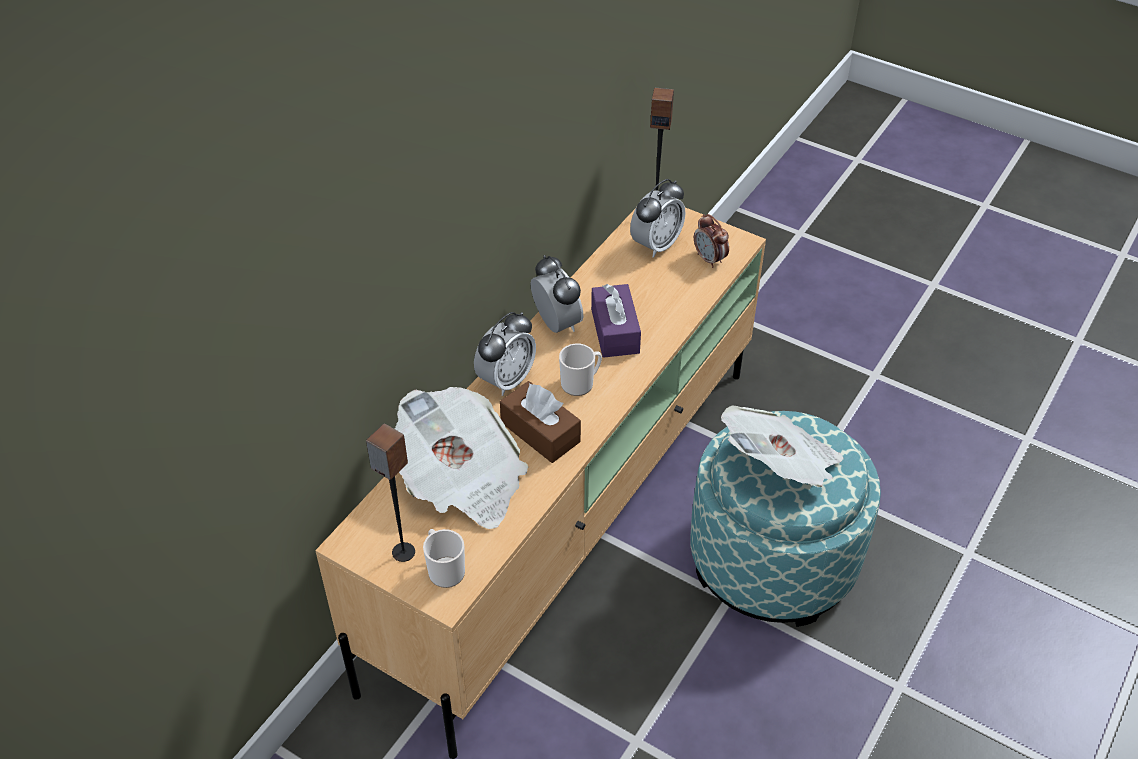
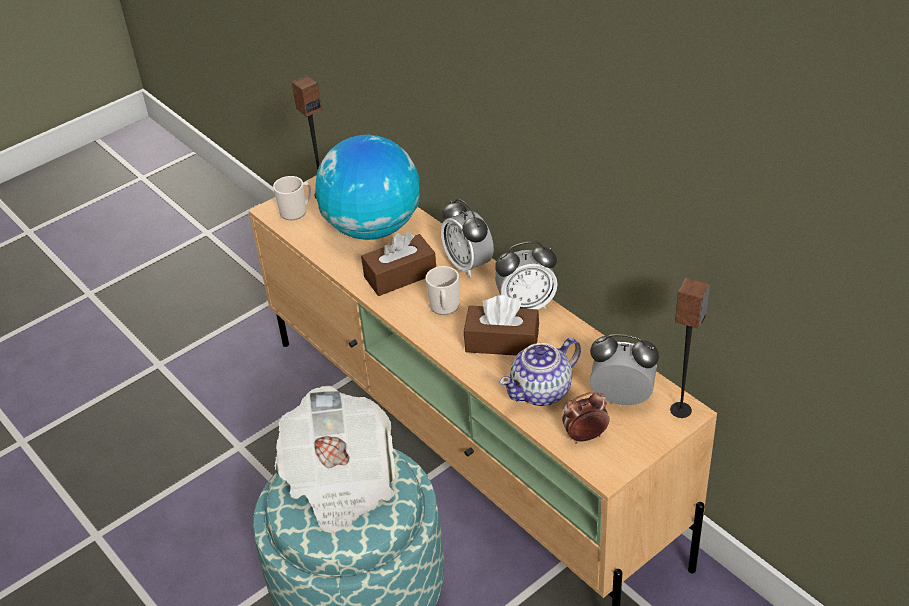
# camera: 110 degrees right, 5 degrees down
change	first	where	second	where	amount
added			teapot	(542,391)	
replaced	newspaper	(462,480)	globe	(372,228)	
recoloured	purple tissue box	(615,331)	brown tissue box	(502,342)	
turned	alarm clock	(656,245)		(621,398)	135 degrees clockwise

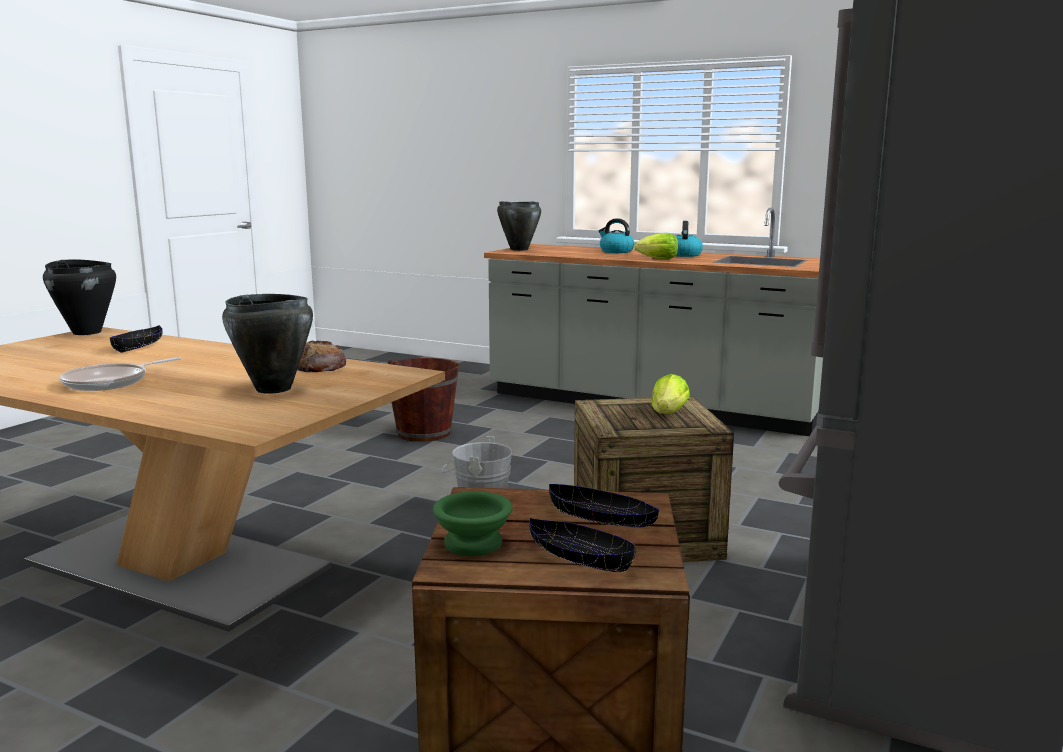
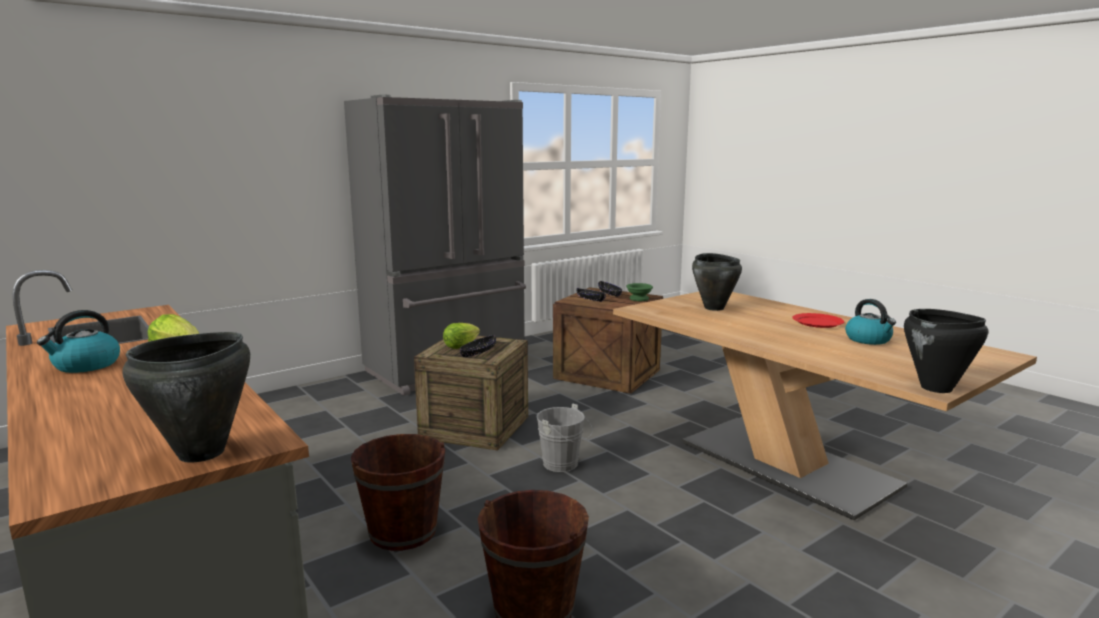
# camera: 155 degrees left, 0 degrees up
change	first	where	second	where	amount
removed	bread	(319,366)			
added			brown bucket	(403,531)	
moved	black bowl	(139,346)		(478,352)	
moved	kettle	(615,251)		(869,340)	
replaced	frying pan	(111,382)	red plate	(817,322)	

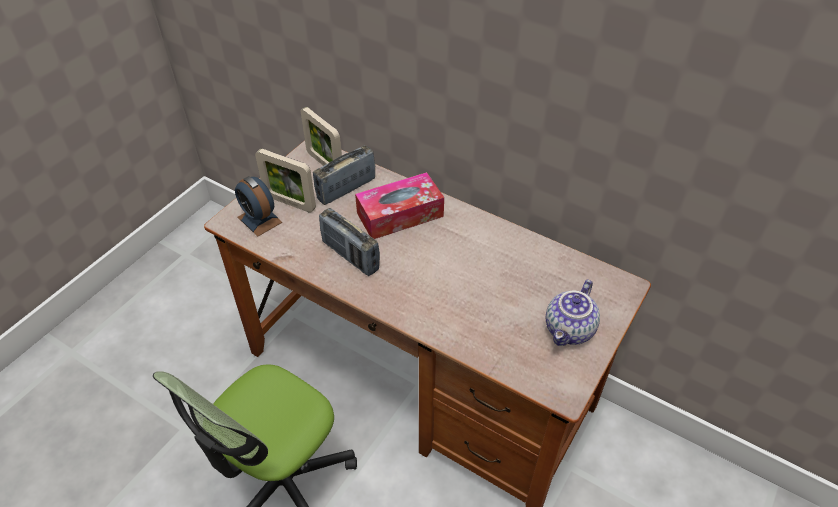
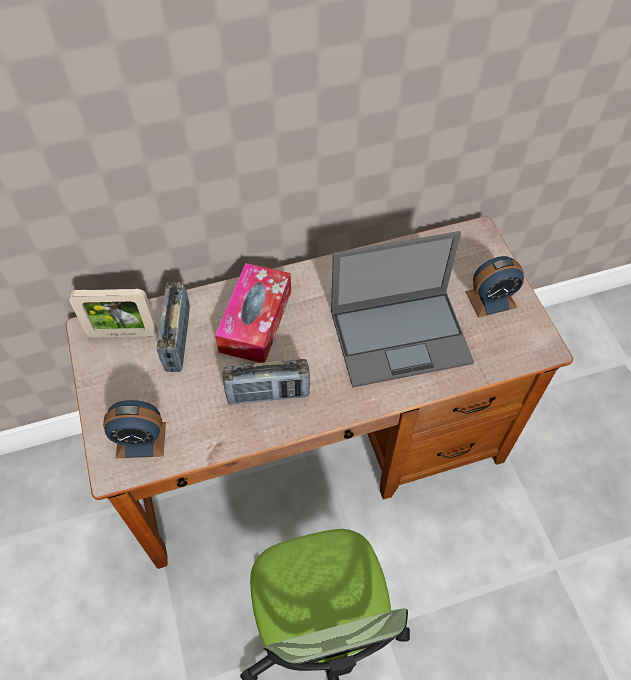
# camera: 50 degrees left, 10 degrees up
change	first	where	second	where	amount
removed	picture frame	(290,203)			
added			laptop	(401,336)	
replaced	teapot	(570,330)	alarm clock	(491,299)	

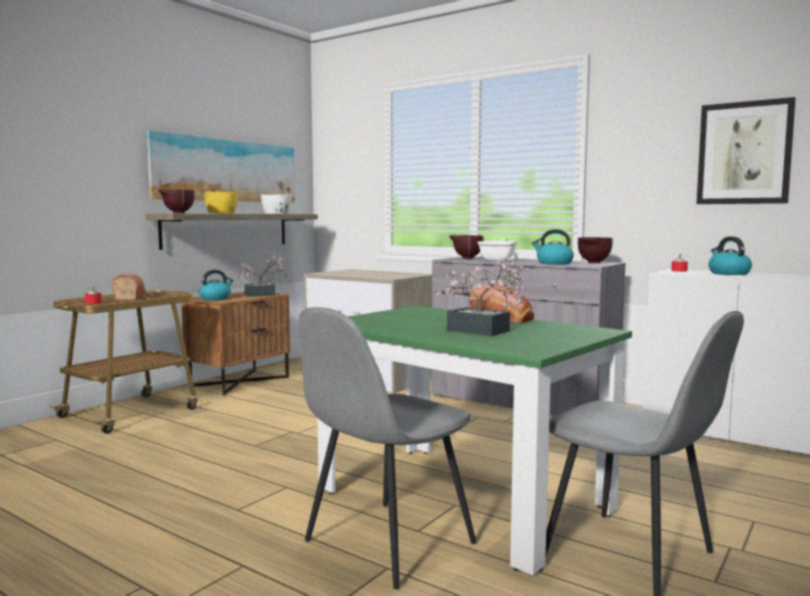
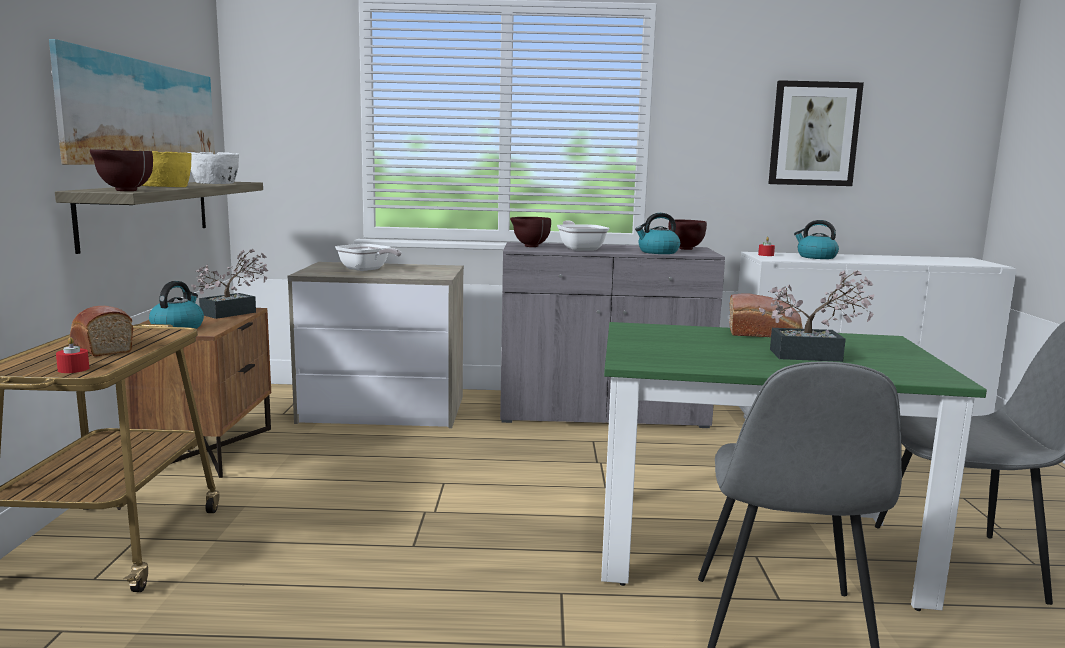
# camera: 35 degrees left, 5 degrees up
change	first	where	second	where	amount
added			frying pan	(367,270)	

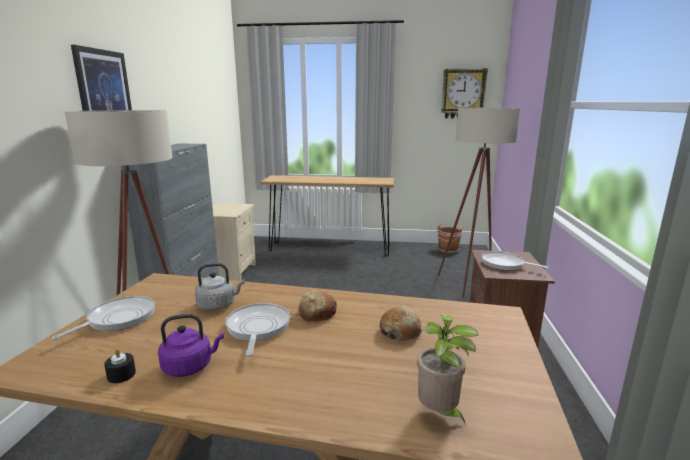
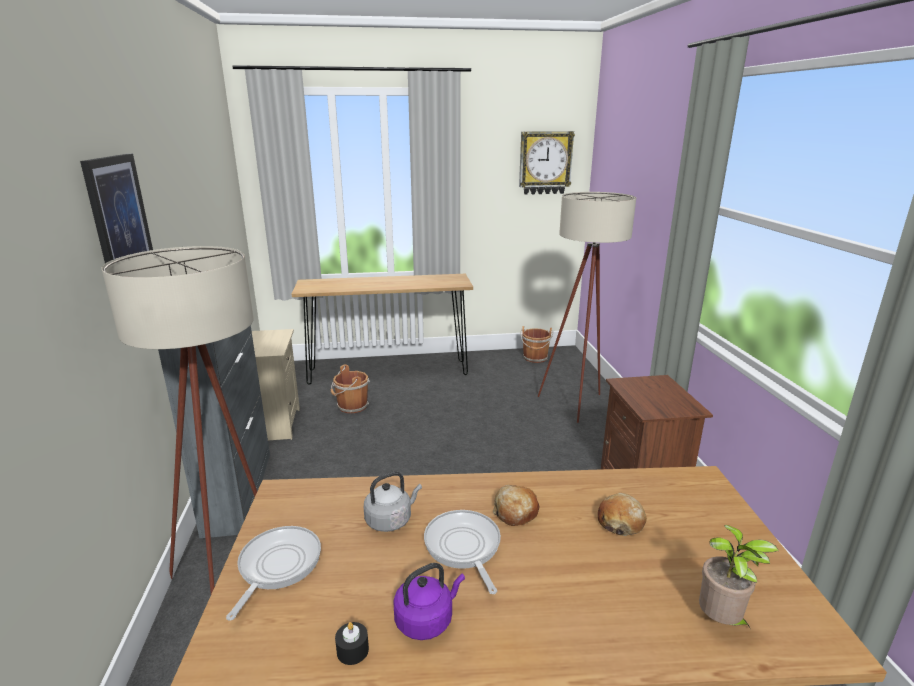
# camera: 15 degrees left, 5 degrees up
change	first	where	second	where	amount
removed	frying pan	(505,264)			
added			brown bucket	(351,407)	

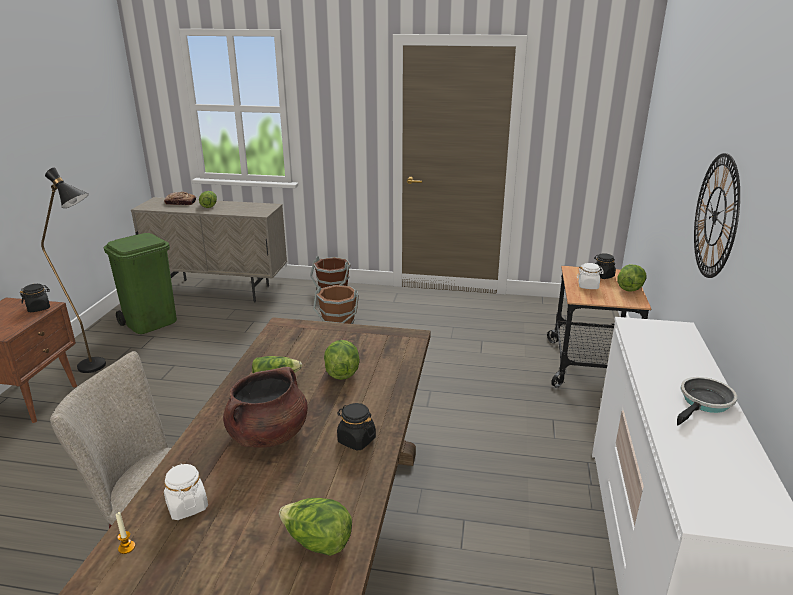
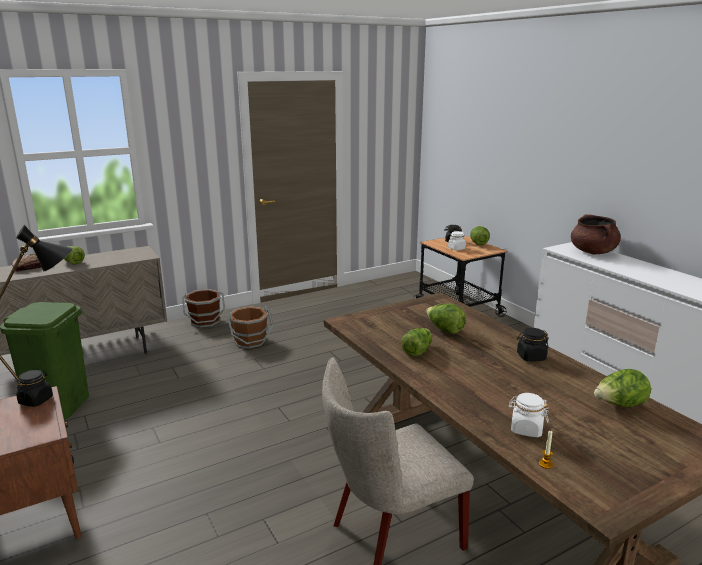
# camera: 40 degrees left, 5 degrees down
change	first	where	second	where	amount
removed	frying pan	(704,403)			
removed	wall clock	(715,216)			
moved	brown cooking pot	(268,435)		(593,252)	

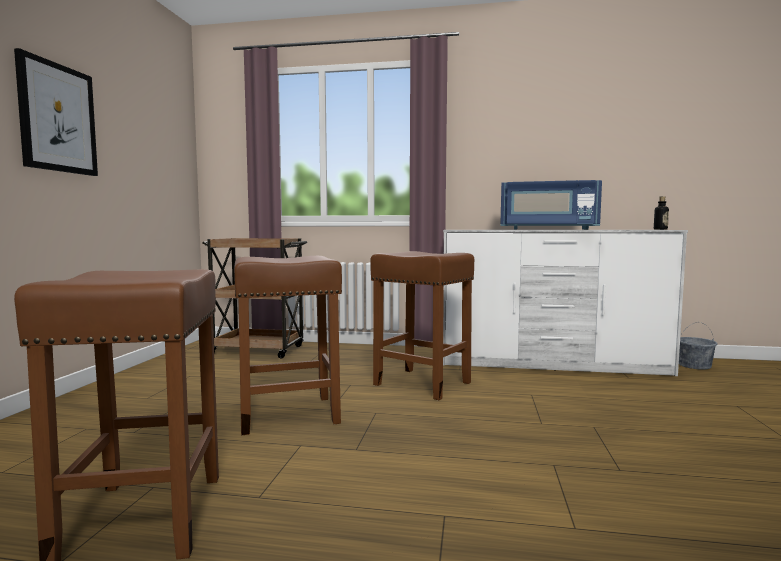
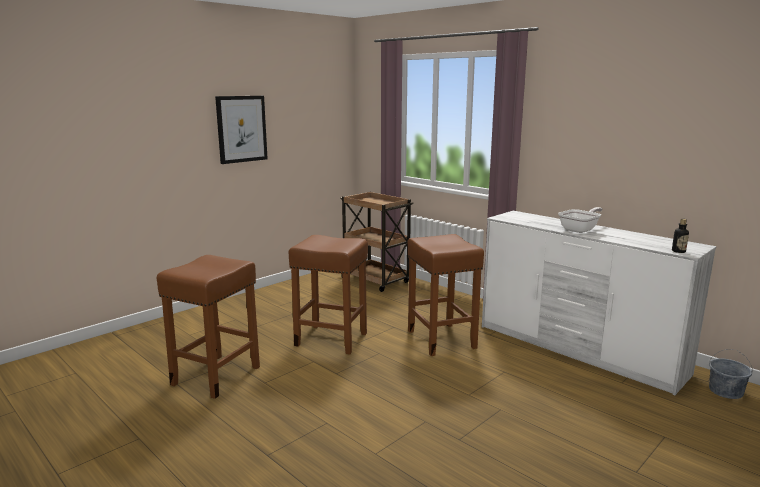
# camera: 35 degrees right, 10 degrees up
change	first	where	second	where	amount
replaced	blue microwave	(547,229)	frying pan	(580,229)	

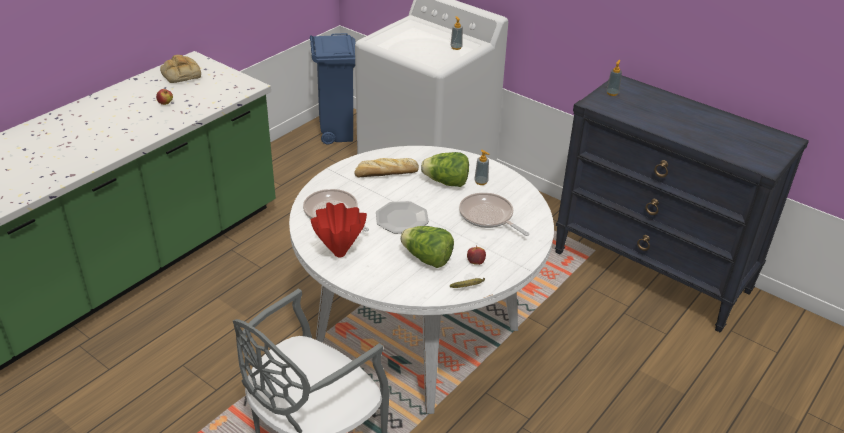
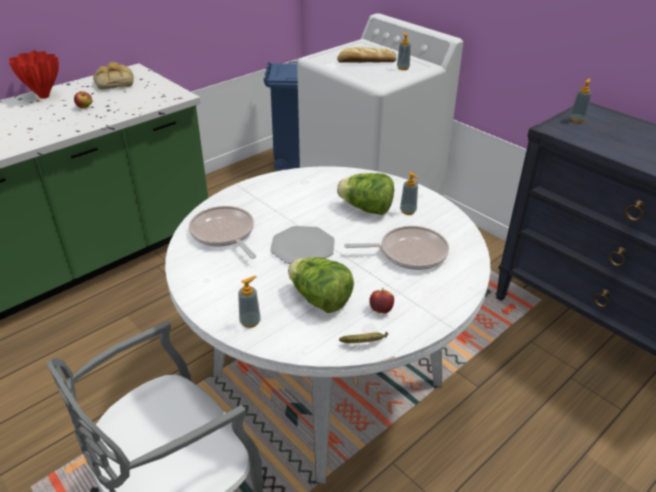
# camera: 10 degrees right, 0 degrees up
change	first	where	second	where	amount
added			soap dispenser	(250,321)	
moved	red vase	(338,254)		(43,96)	
moved	bread	(385,173)		(365,62)	
turned	frying pan	(488,217)		(408,252)	120 degrees clockwise

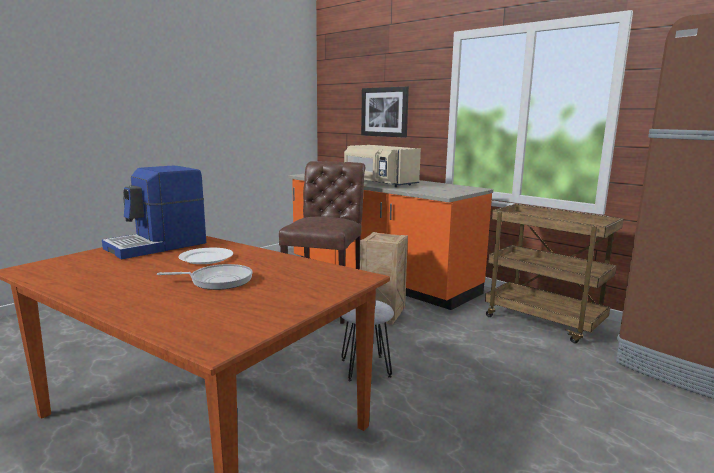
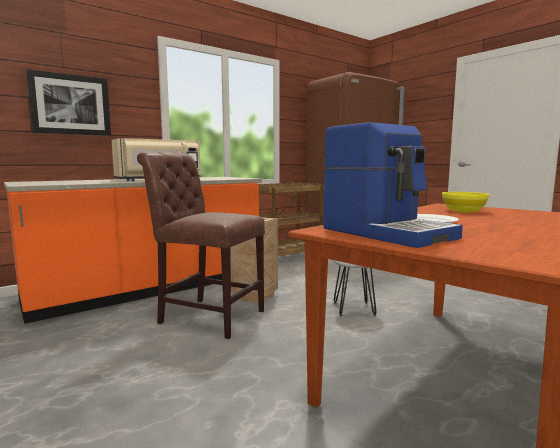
# camera: 80 degrees left, 5 degrees down
change	first	where	second	where	amount
removed	frying pan	(217,281)			
added			yellow bowl	(463,211)	

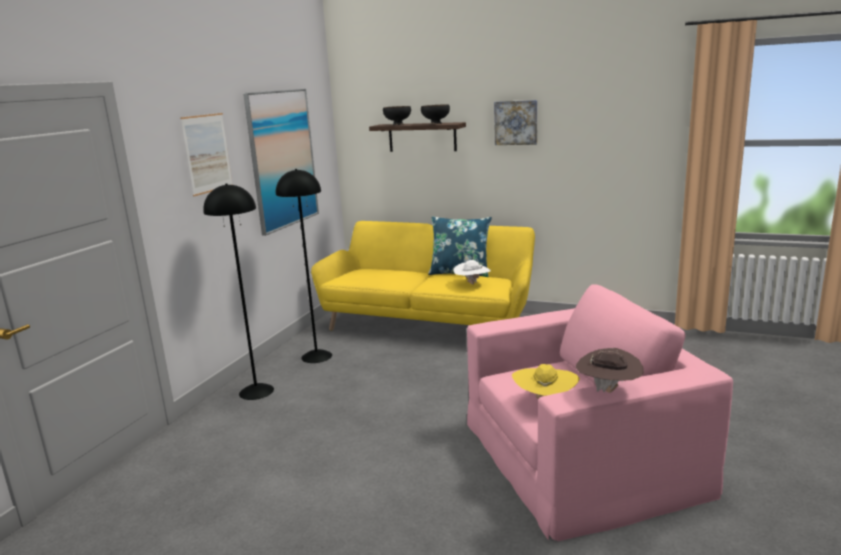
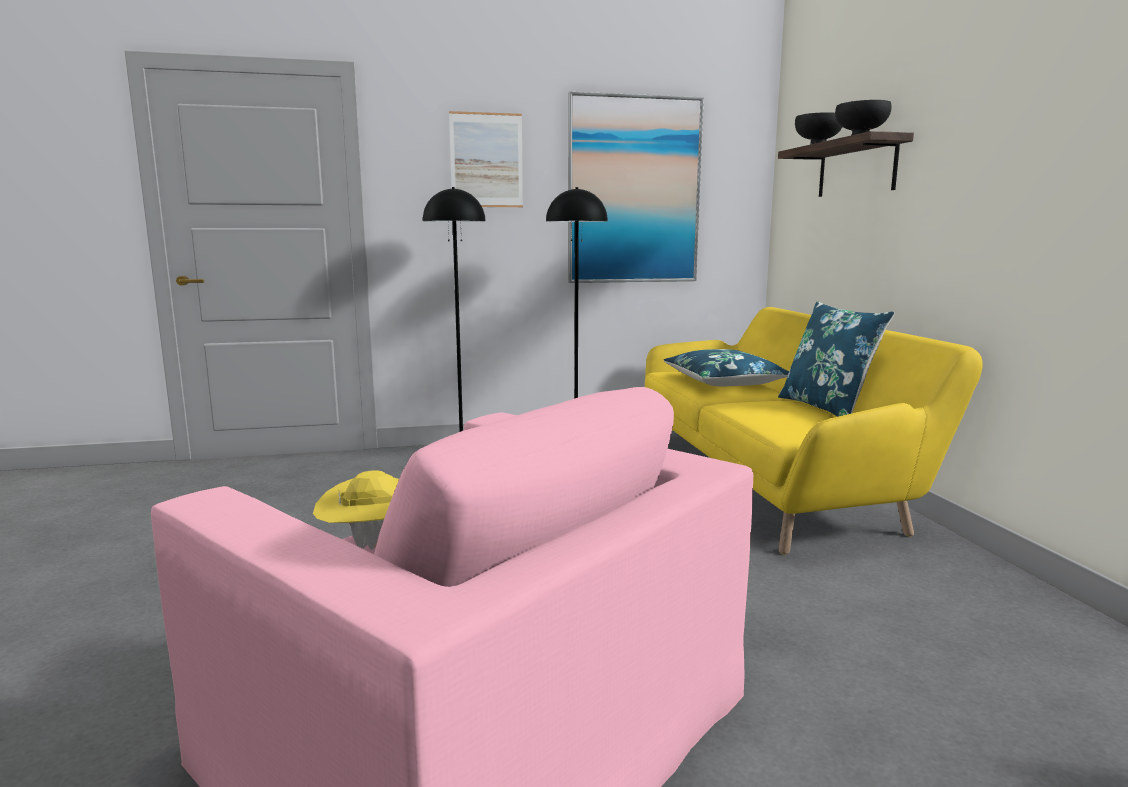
# camera: 55 degrees right, 5 degrees down
change	first	where	second	where	amount
removed	white hat	(472,284)			
removed	picture	(516,122)			
removed	brown hat	(608,391)			
added			blue pillow	(724,382)	

